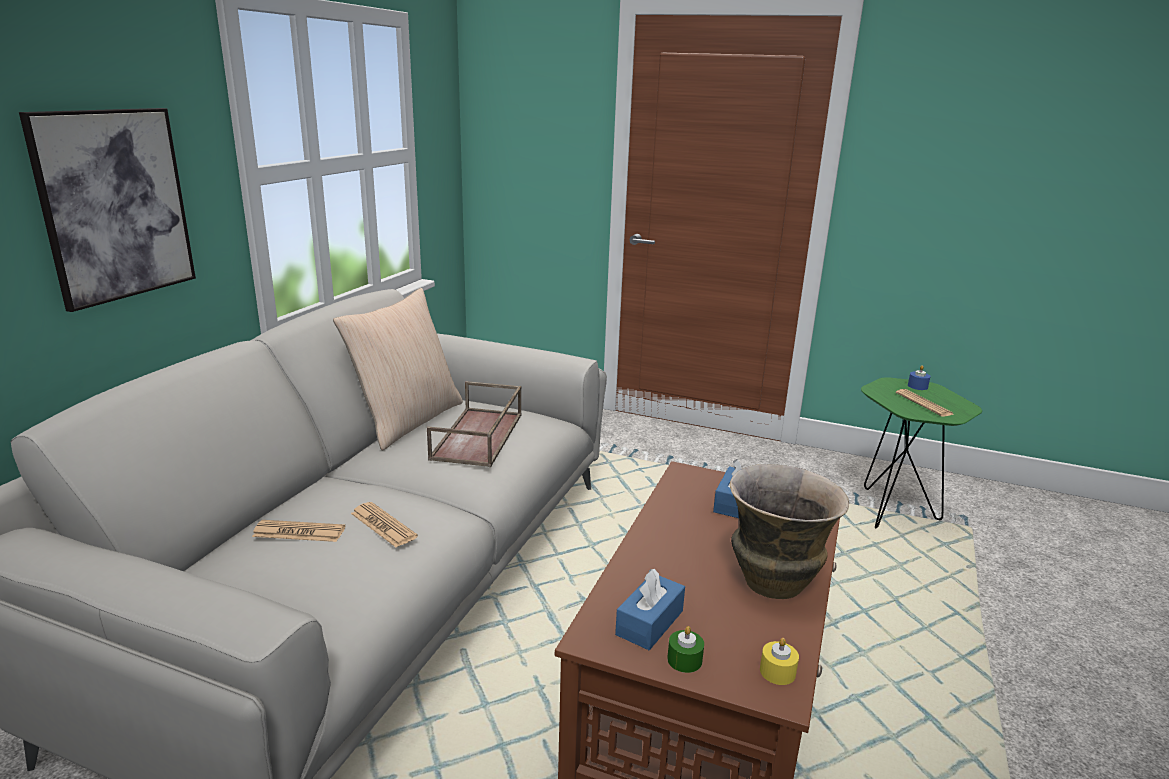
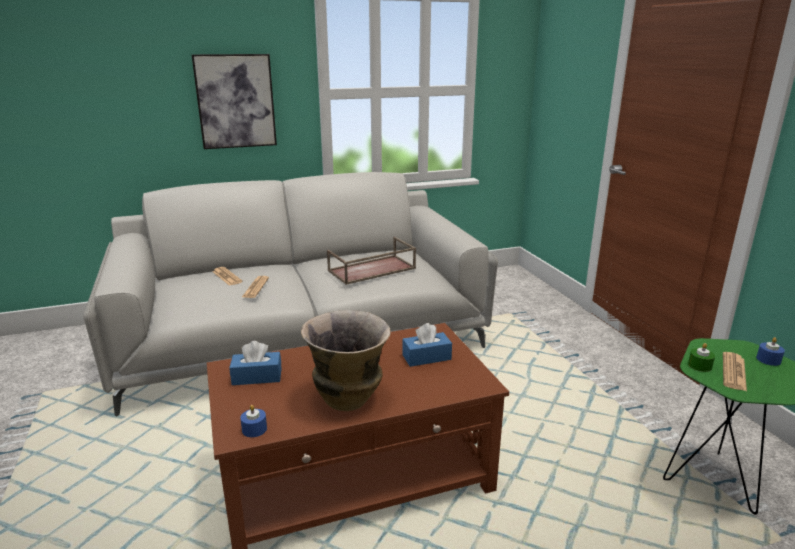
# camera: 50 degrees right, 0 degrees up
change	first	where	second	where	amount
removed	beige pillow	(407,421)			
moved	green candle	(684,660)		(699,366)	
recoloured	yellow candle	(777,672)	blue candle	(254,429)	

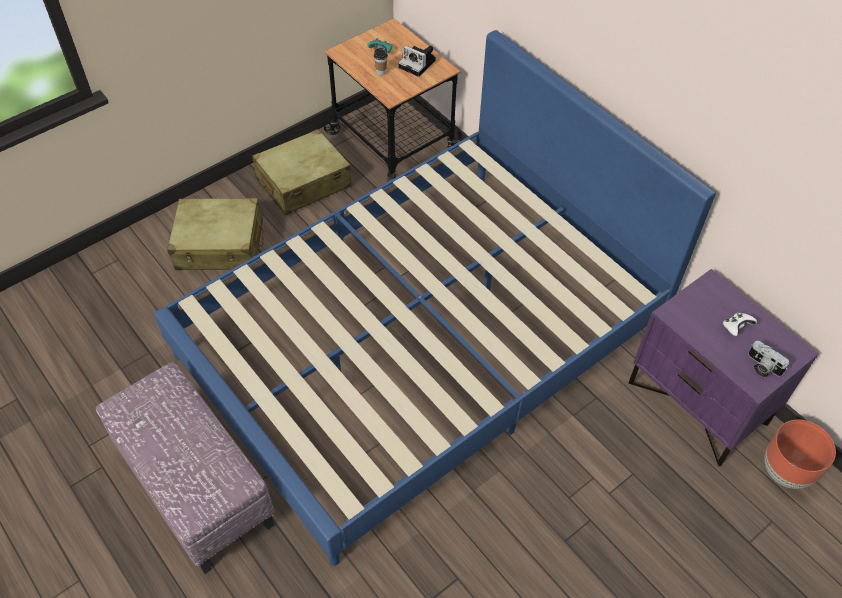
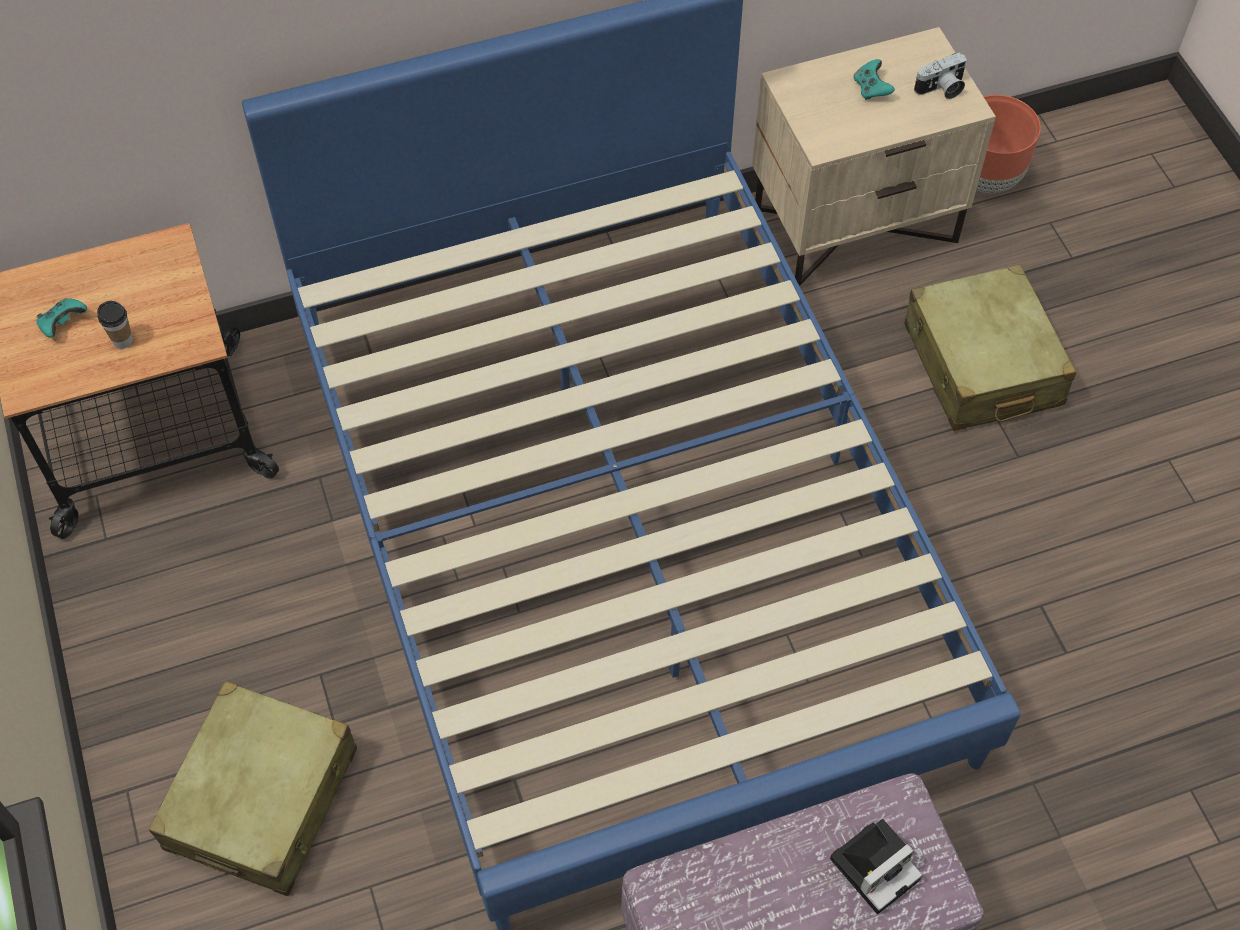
# camera: 70 degrees left, 5 degrees up
change	first	where	second	where	amount
moved	beige suitcase	(303,183)		(982,365)	
moved	photo camera	(418,64)		(876,866)	
recoloured	purple nightstand	(698,402)	beige nightstand	(855,223)	
recoloured	white game controller	(736,327)	turquoise game controller	(871,89)	

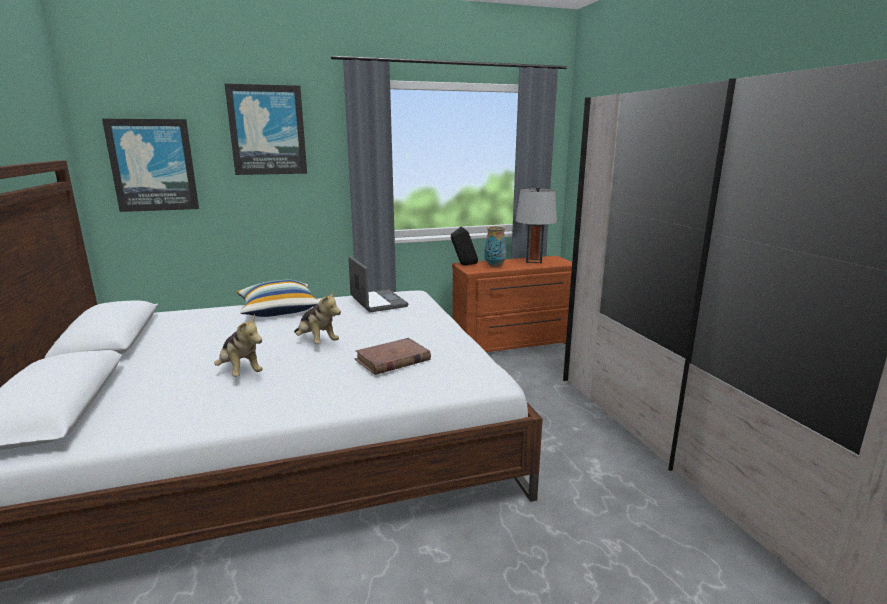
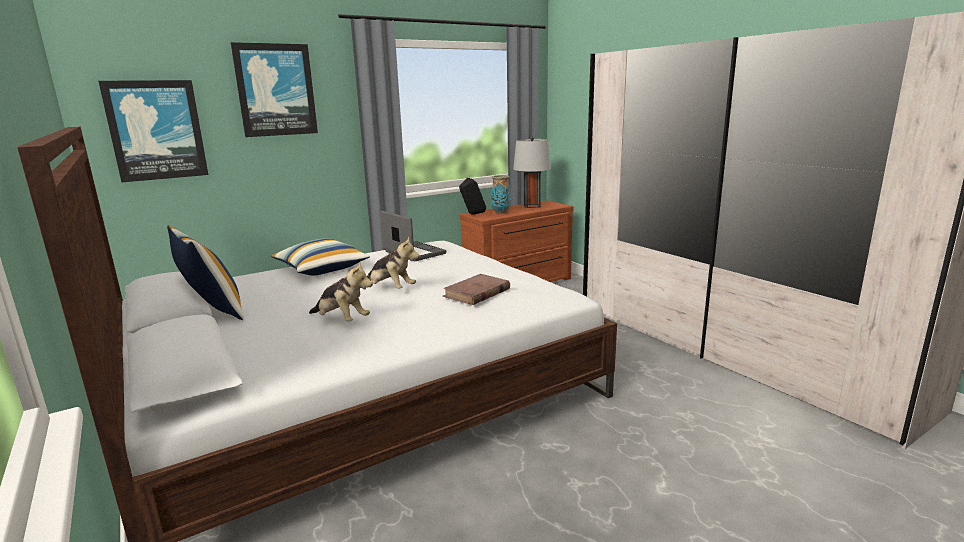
# camera: 15 degrees left, 0 degrees up
change	first	where	second	where	amount
added			pillow	(212,311)	

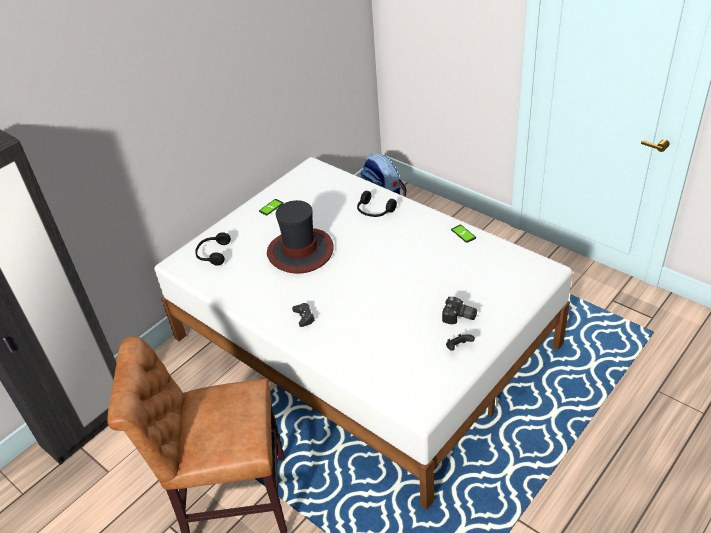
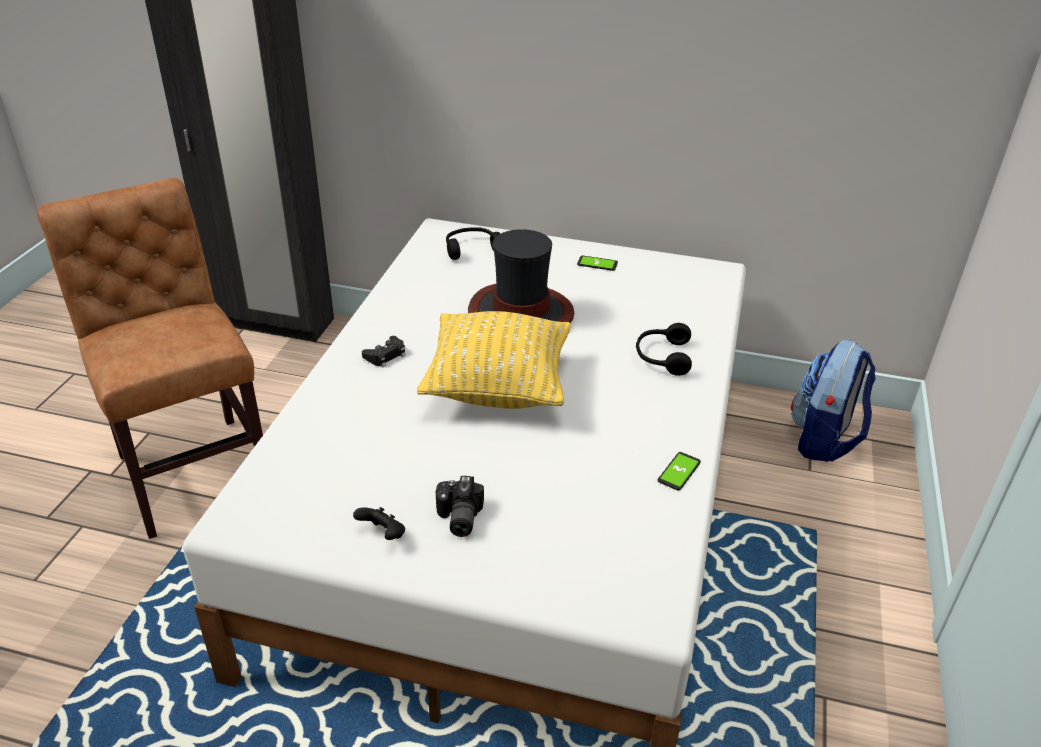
# camera: 60 degrees right, 5 degrees down
change	first	where	second	where	amount
added			yellow pillow	(498,387)	

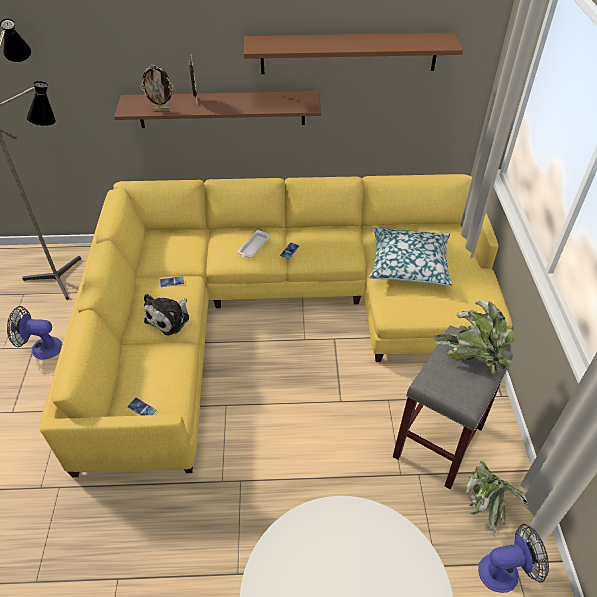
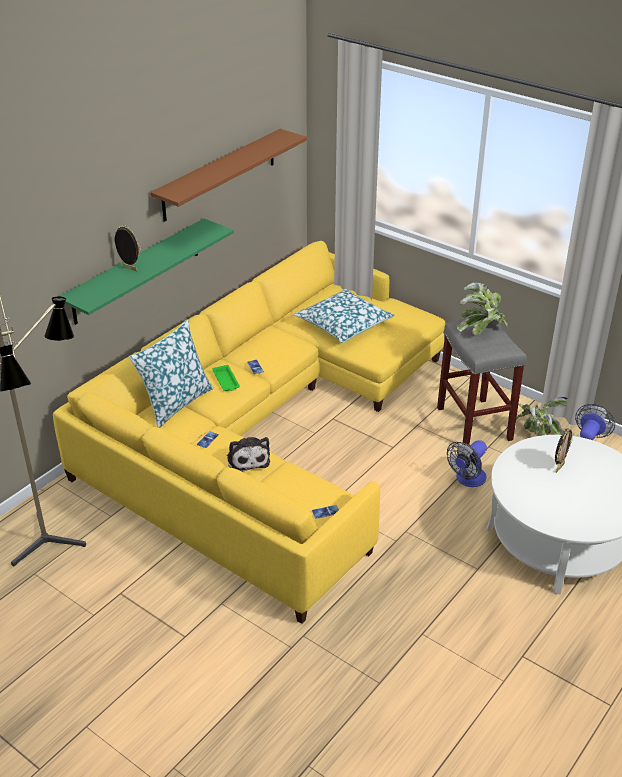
# camera: 50 degrees left, 10 degrees down
change	first	where	second	where	amount
added			pillow	(176,403)	
moved	fan	(41,348)		(467,480)	
moved	picture frame	(161,110)		(559,467)	
recoloured	brown shelf	(222,109)	green shelf	(137,271)	
recoloured	white tray	(253,247)	green tray	(226,381)	

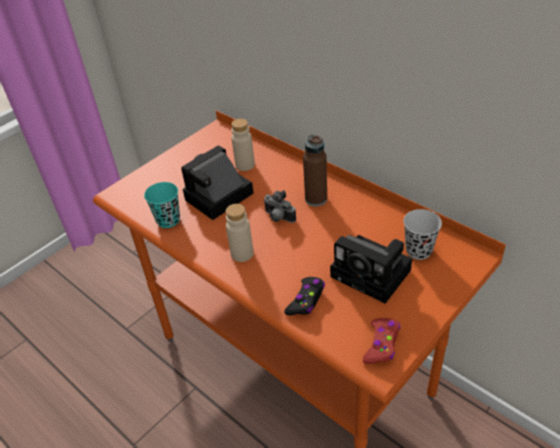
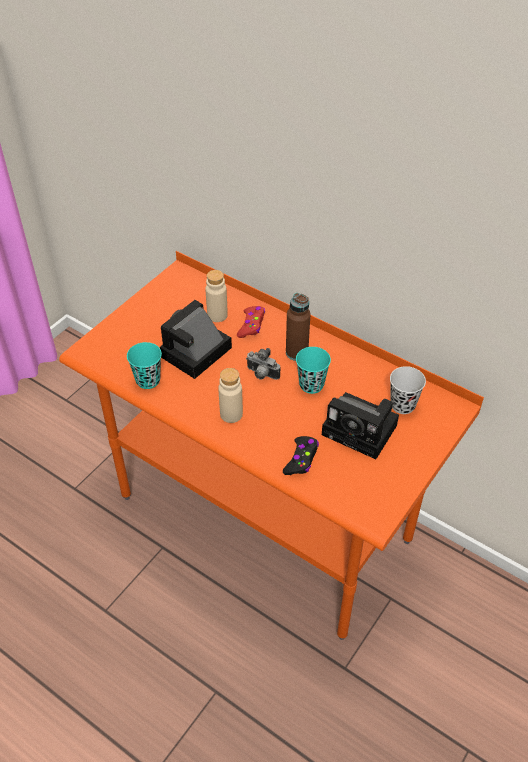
# camera: 10 degrees left, 5 degrees up
change	first	where	second	where	amount
added			turquoise cup	(311,385)	
moved	red game controller	(381,345)		(251,325)	

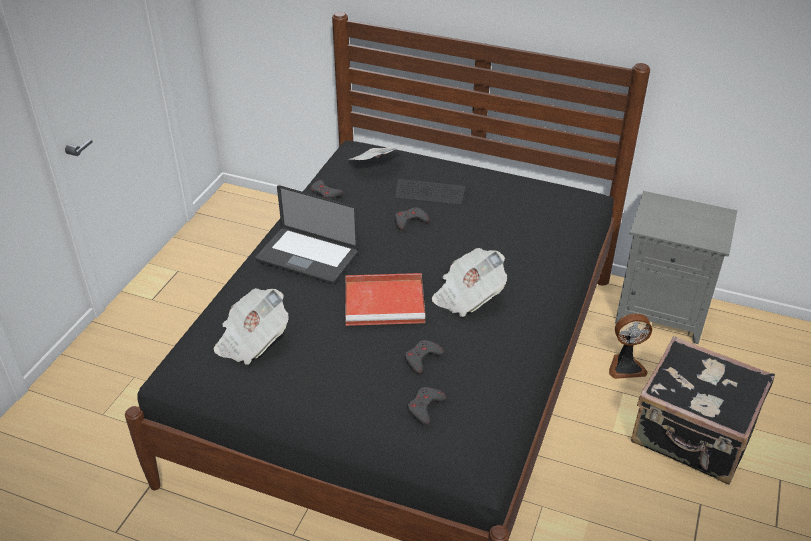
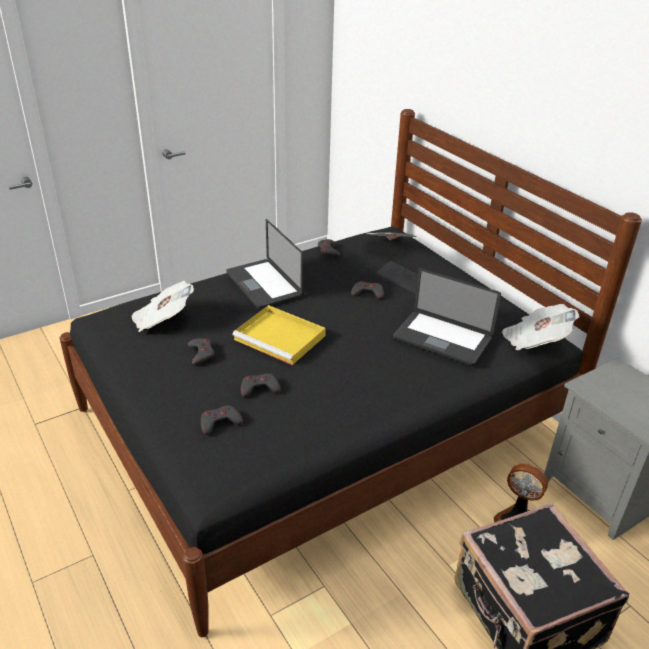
# camera: 35 degrees right, 5 degrees down
change	first	where	second	where	amount
added			grey game controller	(201,353)	
added			laptop	(442,339)	
moved	newspaper	(468,296)		(535,341)	
recoloured	red tray	(386,302)	yellow tray	(281,338)	

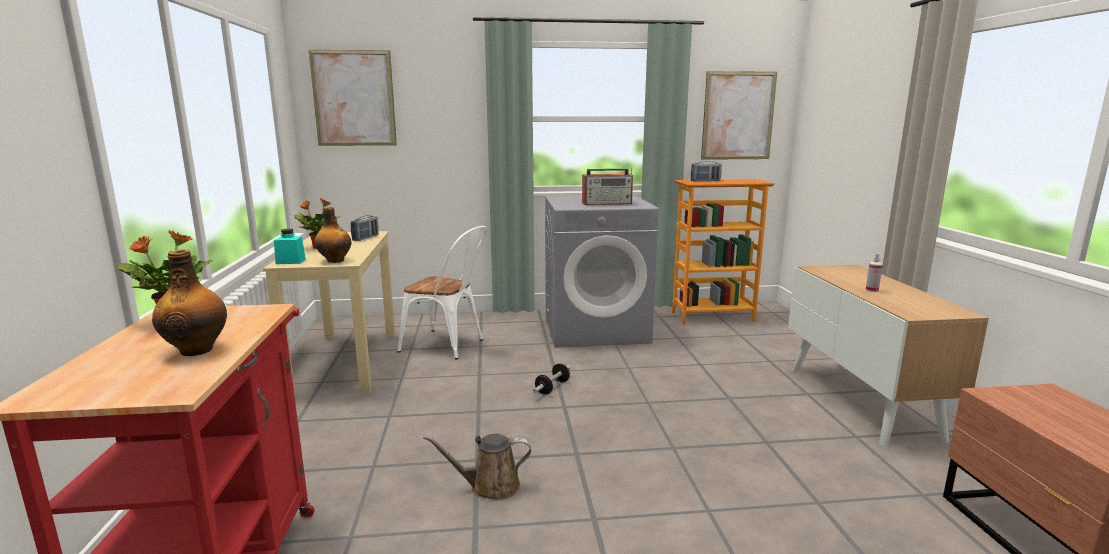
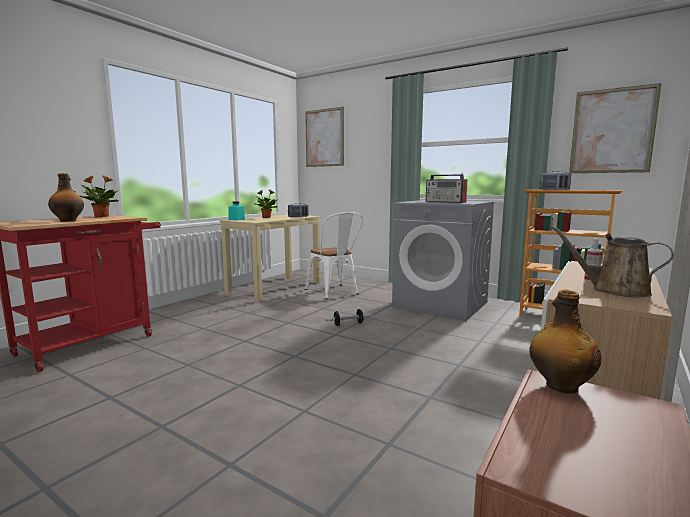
# camera: 40 degrees right, 5 degrees down
change	first	where	second	where	amount
moved	bottle	(334,261)		(560,386)	
moved	brown watering can	(489,487)		(614,290)	

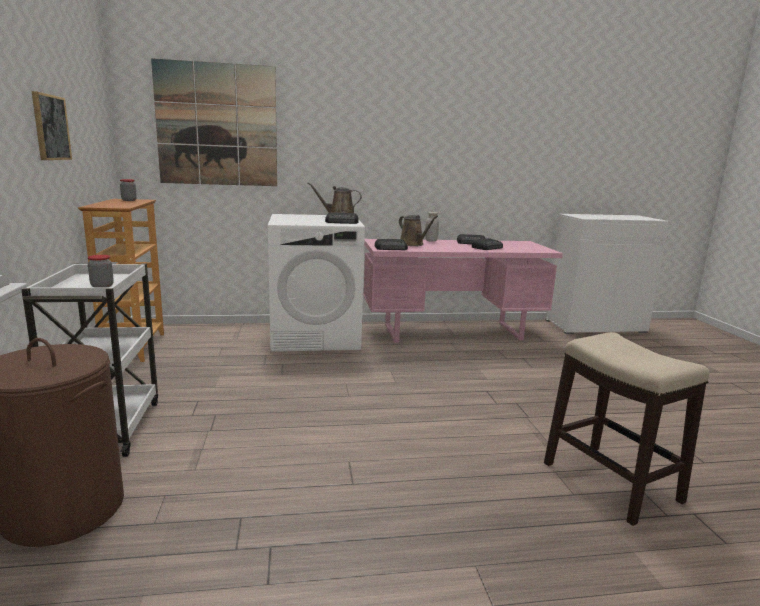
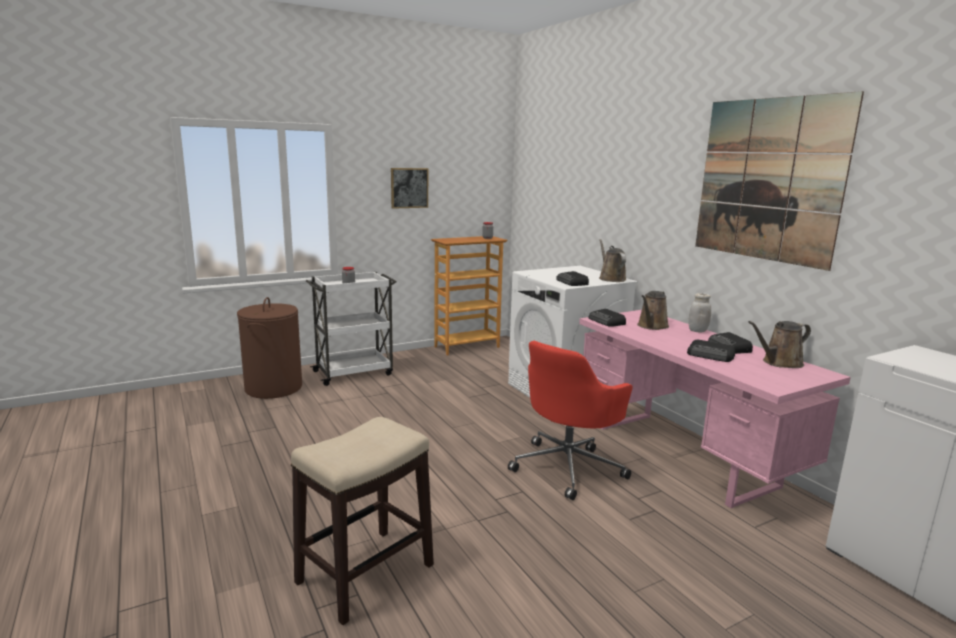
# camera: 70 degrees right, 0 degrees up
change	first	where	second	where	amount
added			red office chair	(568,467)	
added			brown watering can	(779,363)	
moved	picture	(217,125)		(768,180)	

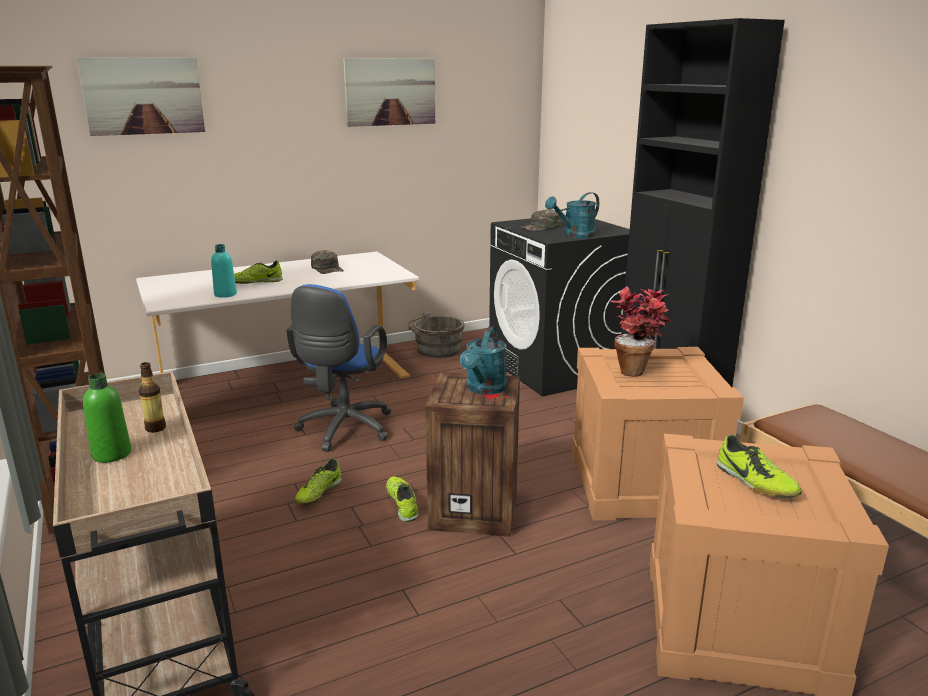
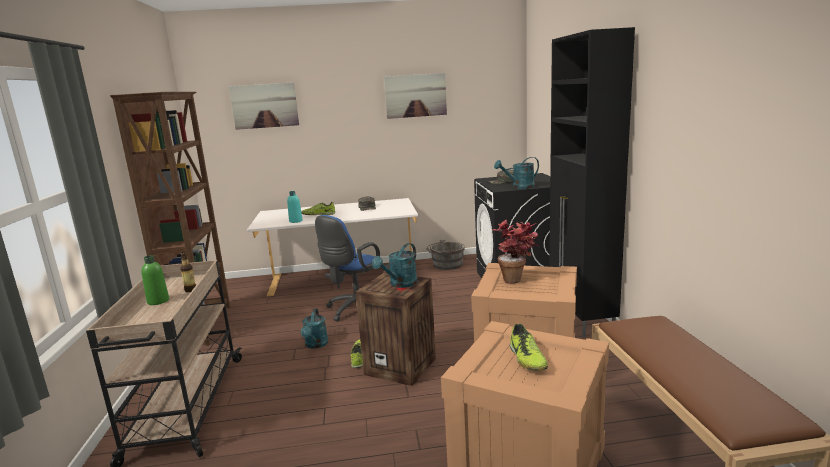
# camera: 20 degrees right, 5 degrees down
change	first	where	second	where	amount
replaced	shoe	(318,493)	turquoise watering can	(315,345)	

